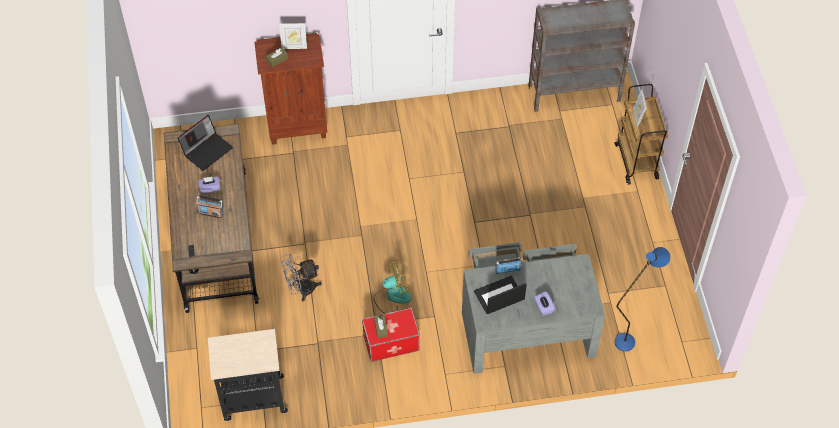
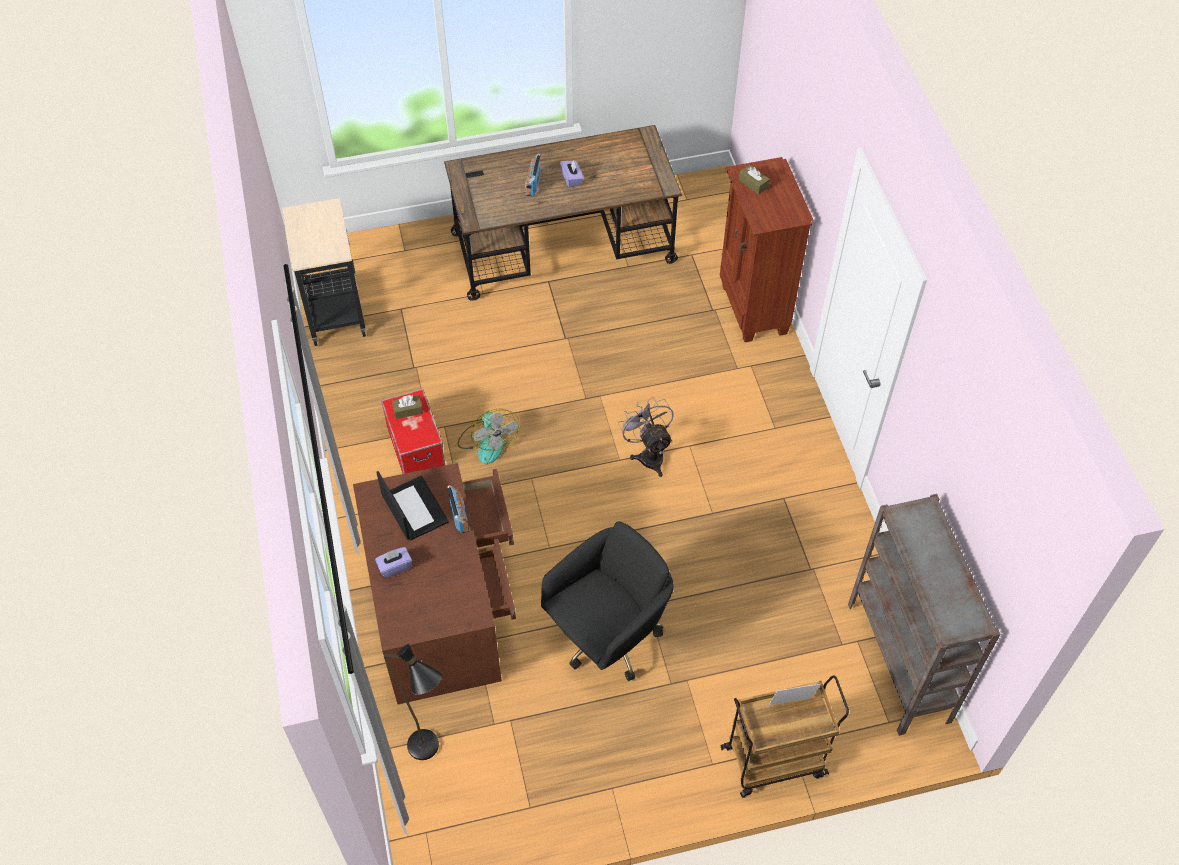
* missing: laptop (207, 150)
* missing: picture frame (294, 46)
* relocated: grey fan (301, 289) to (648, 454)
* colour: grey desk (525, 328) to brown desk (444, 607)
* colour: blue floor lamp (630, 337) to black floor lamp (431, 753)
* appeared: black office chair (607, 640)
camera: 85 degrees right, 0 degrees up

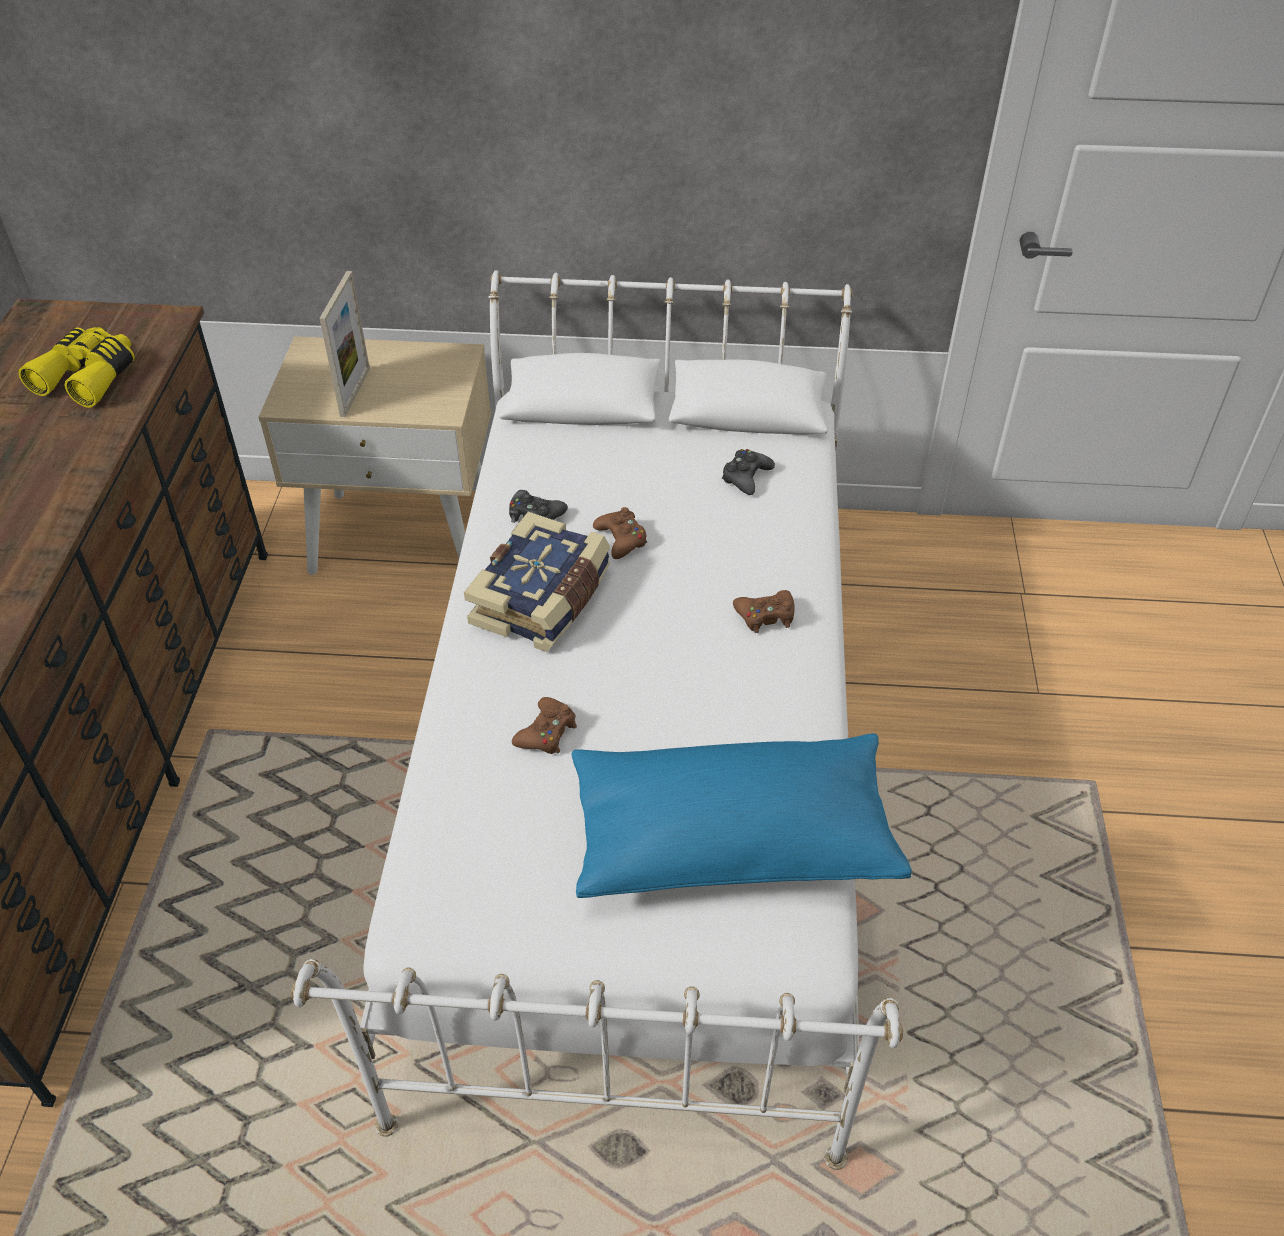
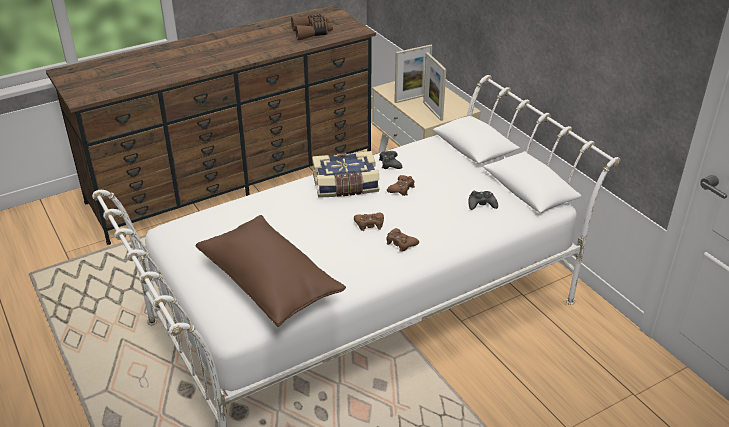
* colour: yellow binoculars (89, 377) to brown binoculars (312, 33)
* relocated: brown game controller (547, 733) to (369, 224)
* colour: blue pillow (732, 839) to brown pillow (270, 283)
* appeared: picture frame (432, 111)
camera: 55 degrees right, 10 degrees down

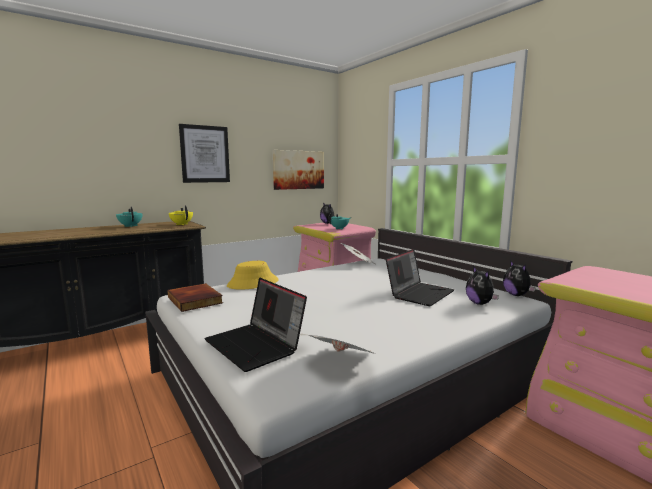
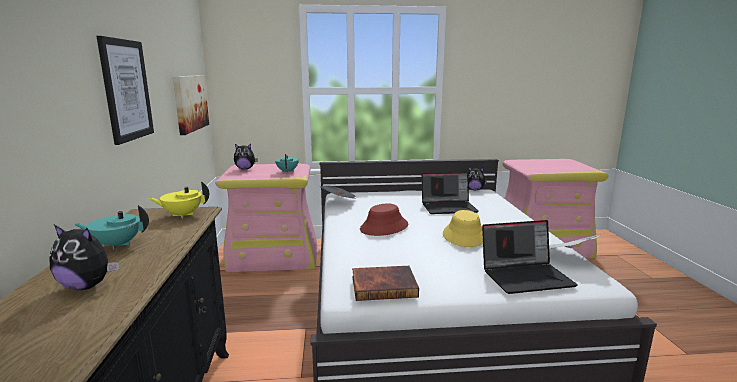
* relocated: yellow hat (253, 283) to (465, 236)
* spun: laptop (419, 293) = (449, 207) 105 degrees clockwise
* relocated: plush toy (480, 303) to (87, 286)
* appeared: red hat (384, 227)
camera: 60 degrees left, 5 degrees up

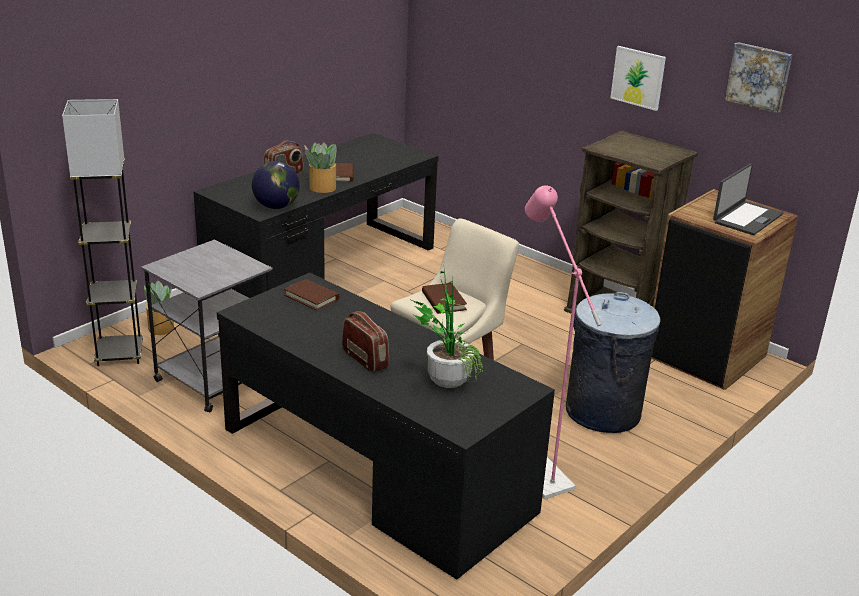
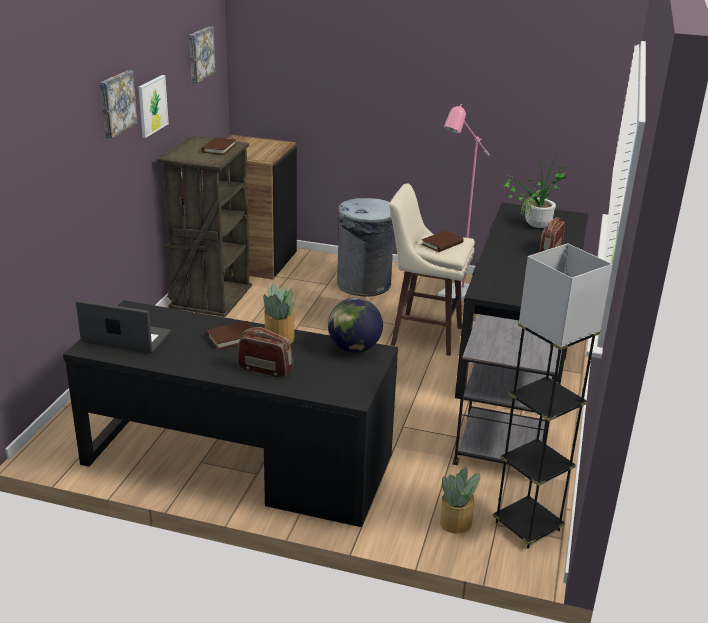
* relocated: brown book (311, 297) to (219, 148)
* relocated: laptop (746, 218) to (126, 338)
* appeared: picture (116, 103)
camera: 115 degrees left, 0 degrees up

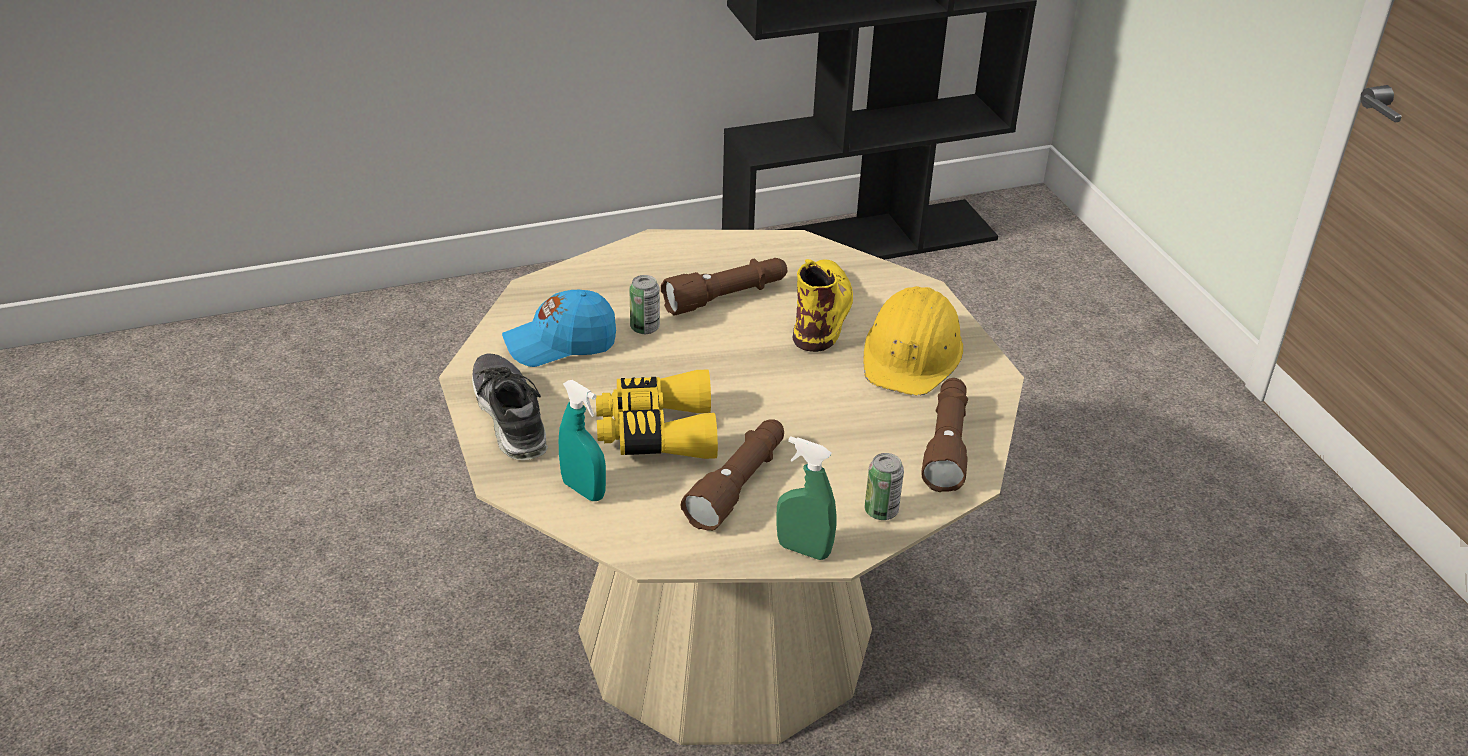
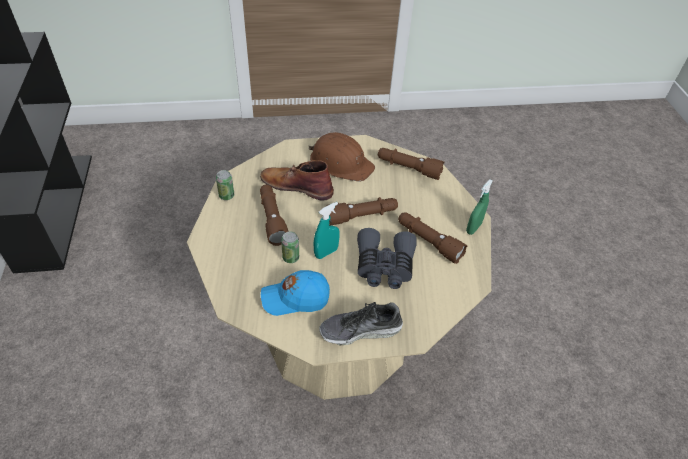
* spun: blue cap (560, 344) = (295, 298) 90 degrees clockwise
* relocated: turquoise spray bottle (583, 490) to (326, 252)
* colour: yellow binoculars (656, 432) to grey binoculars (384, 266)
* colour: yellow boot (821, 310) to brown boot (296, 185)
* colour: yellow hard hat (912, 354) to brown hard hat (340, 163)
* relocated: can (881, 511) to (226, 196)
* appeared: brown flashlight (361, 216)
camera: 80 degrees left, 10 degrees up

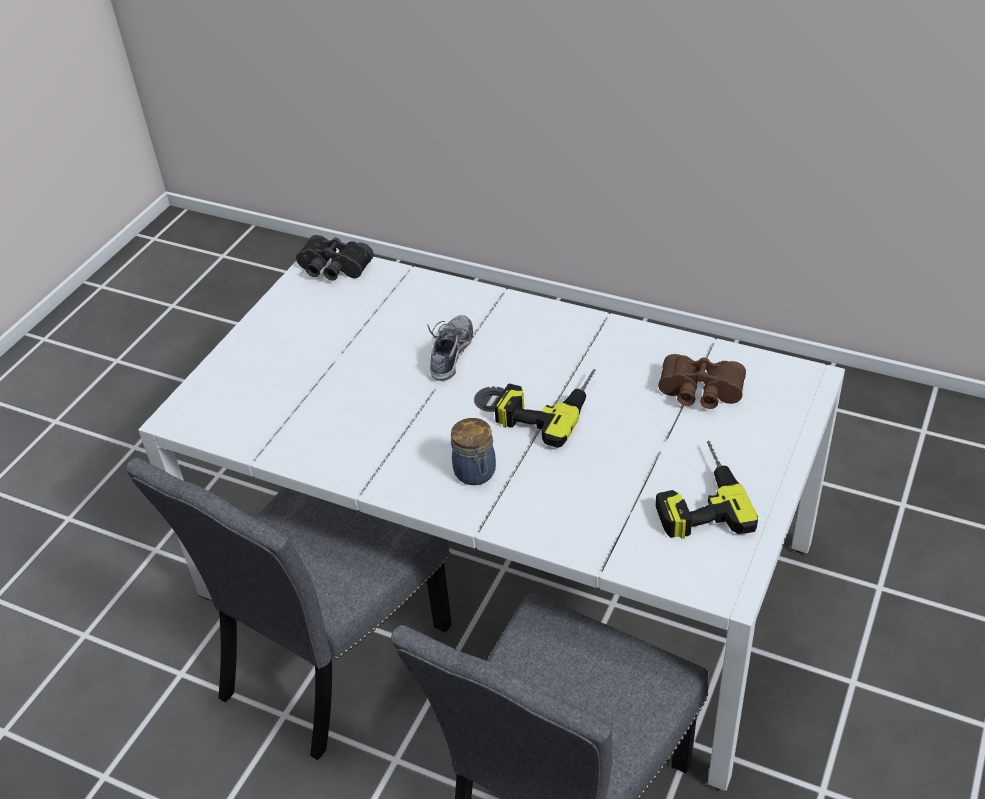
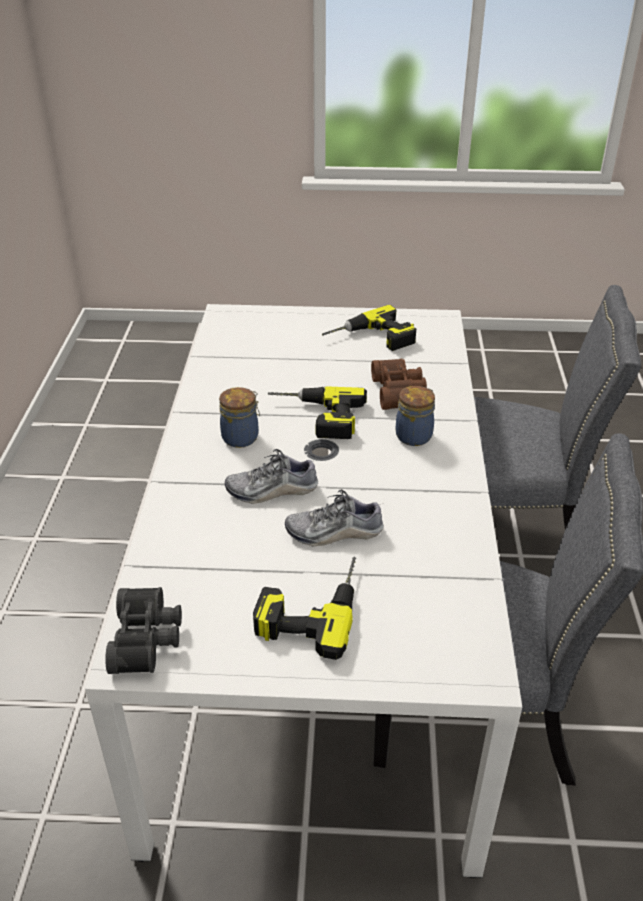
* relocated: brown binoculars (700, 393) to (399, 392)
* appeared: jar (241, 437)
* appeared: power drill (310, 606)
* appeared: shoe (334, 532)
camera: 115 degrees left, 5 degrees down

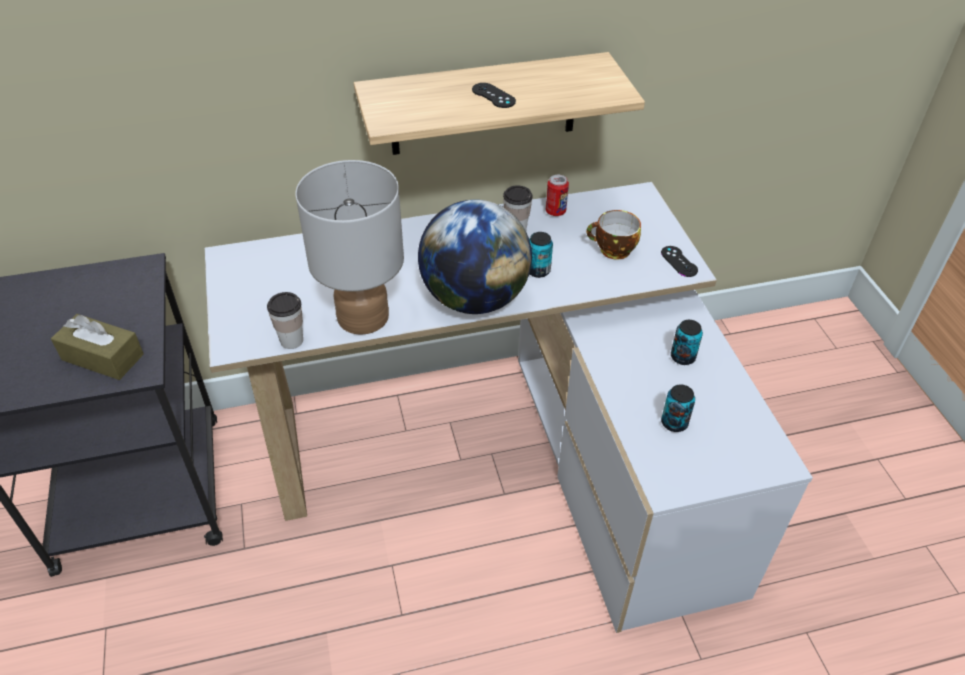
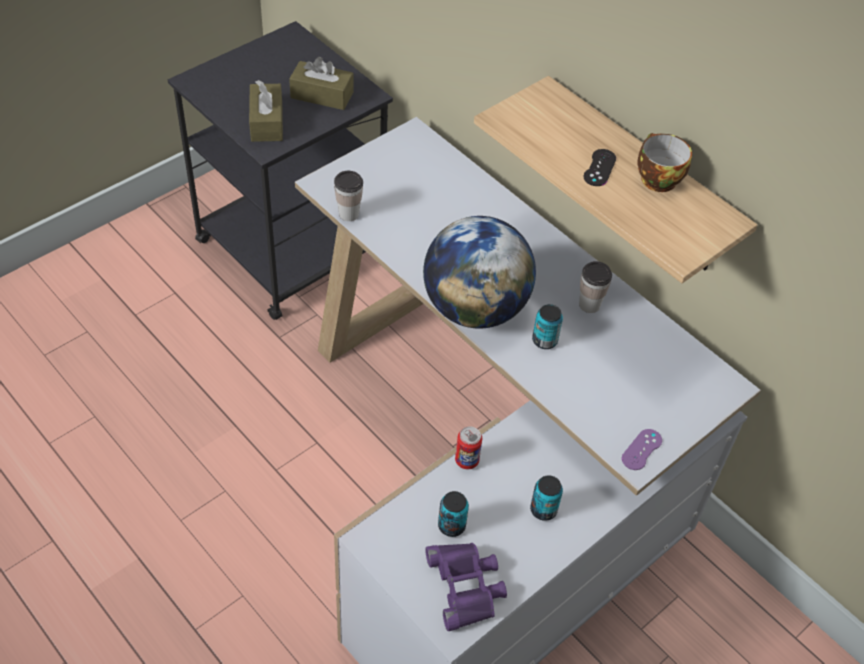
* missing: grey table lamp (364, 316)
* relocated: can (555, 211) to (466, 460)
* relocated: cup (612, 250) to (656, 178)
* colour: black game controller (679, 261) to purple game controller (642, 449)
* appeared: brown tissue box (322, 95)
* appeared: purple binoculars (466, 586)
camera: 60 degrees right, 5 degrees up

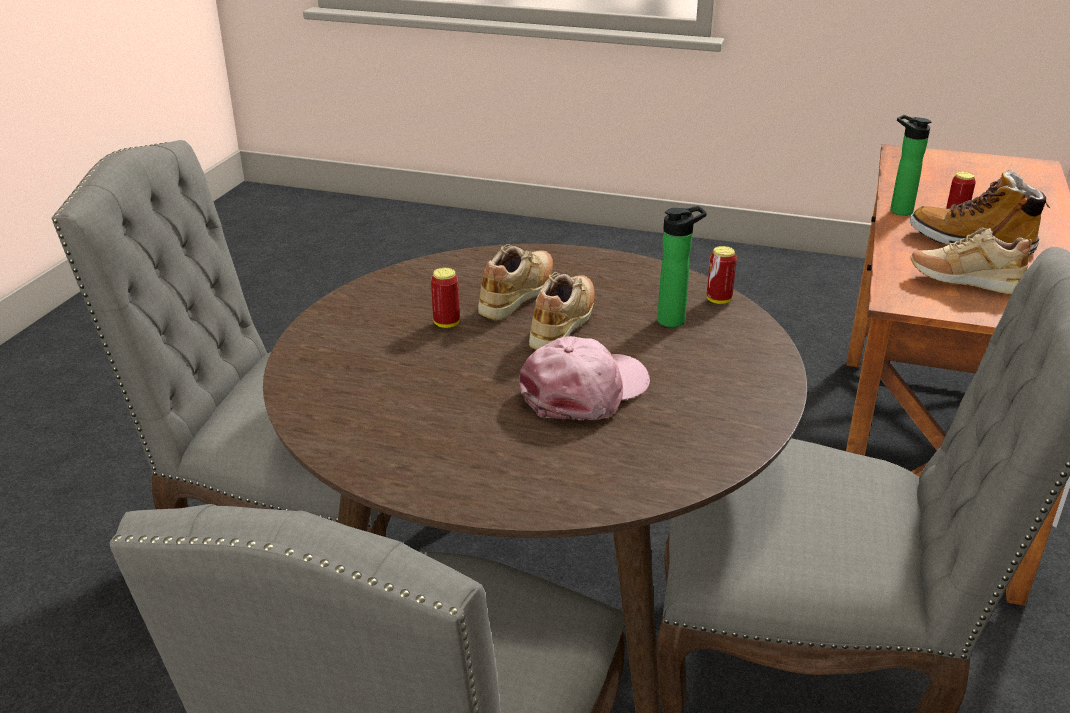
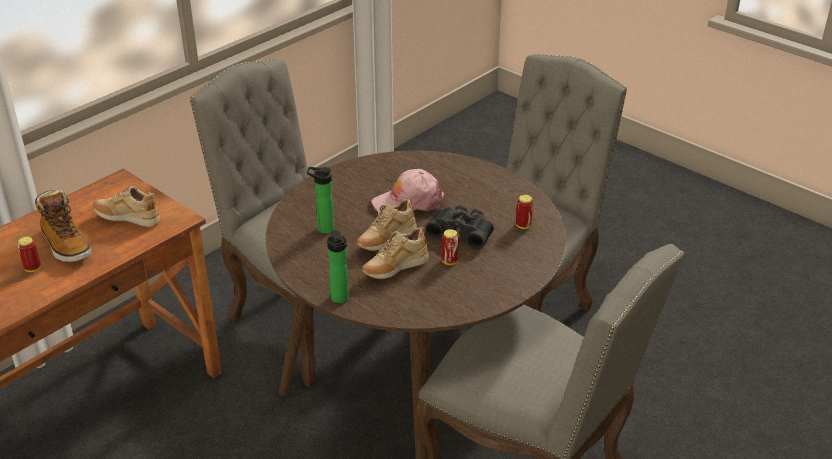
* relocated: can (718, 300) to (523, 226)
* relocated: bottle (897, 210) to (340, 299)
* spun: beige shoe (963, 283) = (128, 219) 150 degrees clockwise
* appeared: black binoculars (461, 232)
camera: 155 degrees left, 5 degrees up

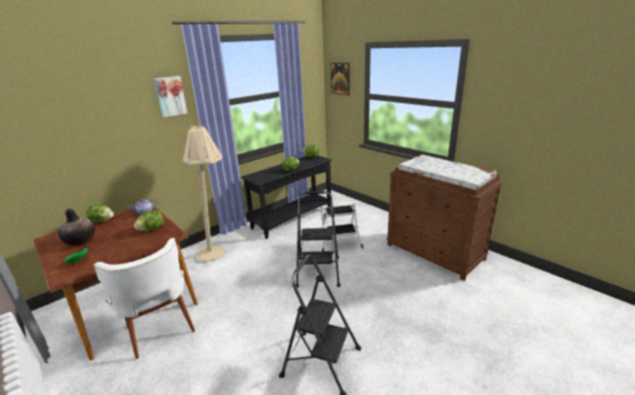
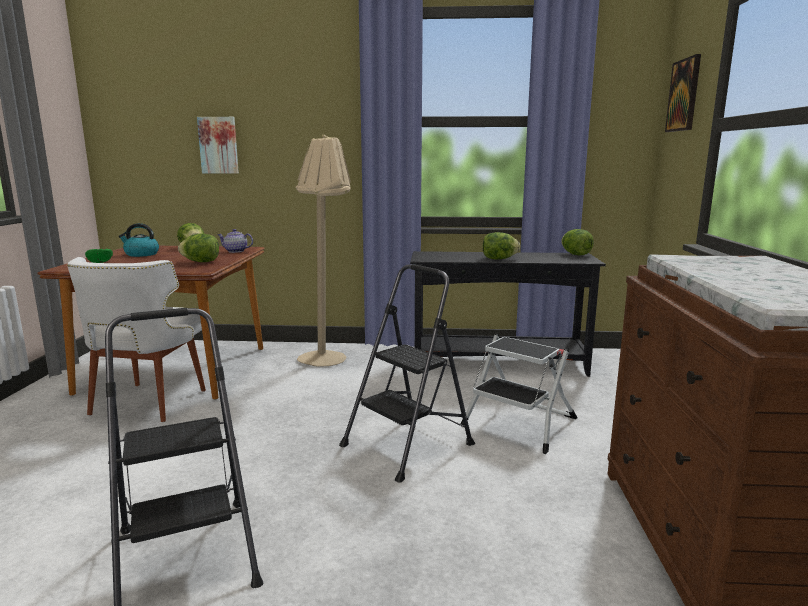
* exchanged: vase (81, 241) to kettle (141, 254)
* relocated: picture (170, 96) to (219, 145)
camera: 45 degrees right, 10 degrees down

